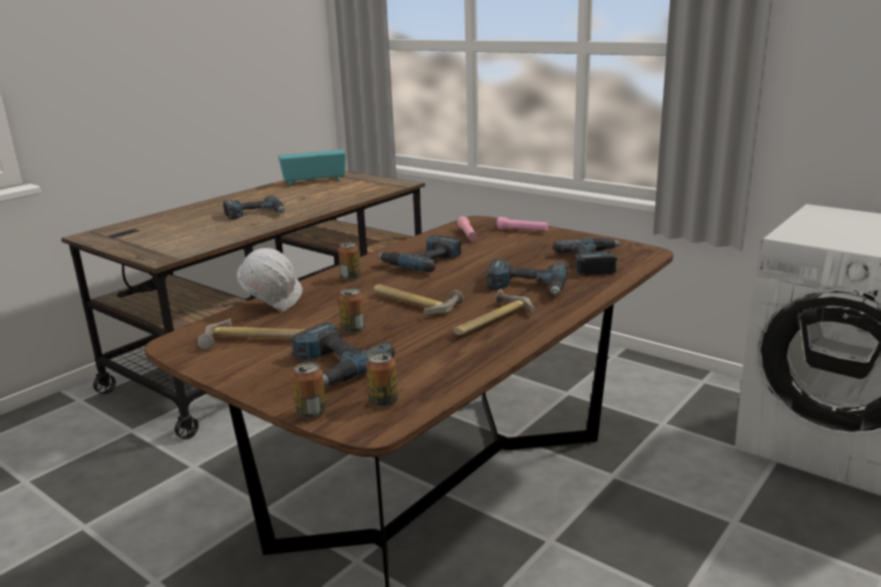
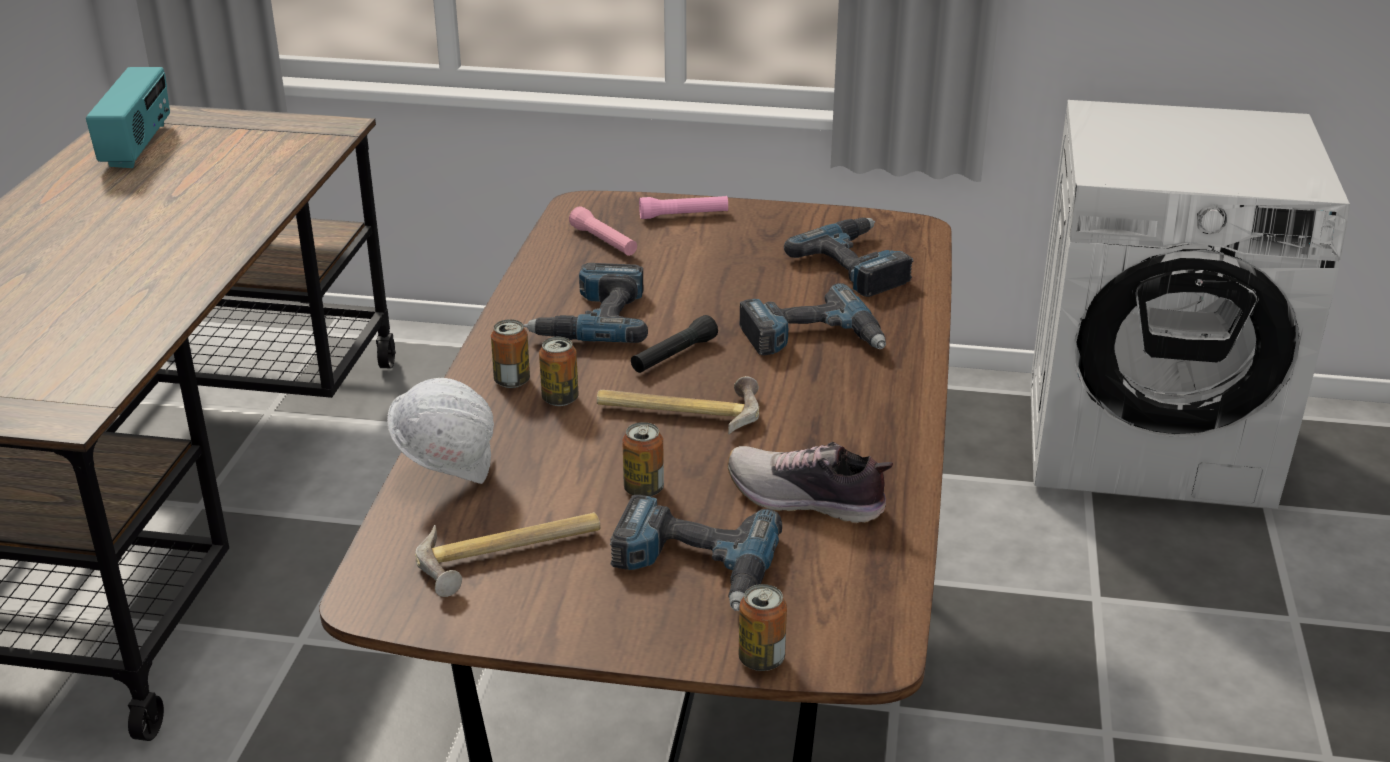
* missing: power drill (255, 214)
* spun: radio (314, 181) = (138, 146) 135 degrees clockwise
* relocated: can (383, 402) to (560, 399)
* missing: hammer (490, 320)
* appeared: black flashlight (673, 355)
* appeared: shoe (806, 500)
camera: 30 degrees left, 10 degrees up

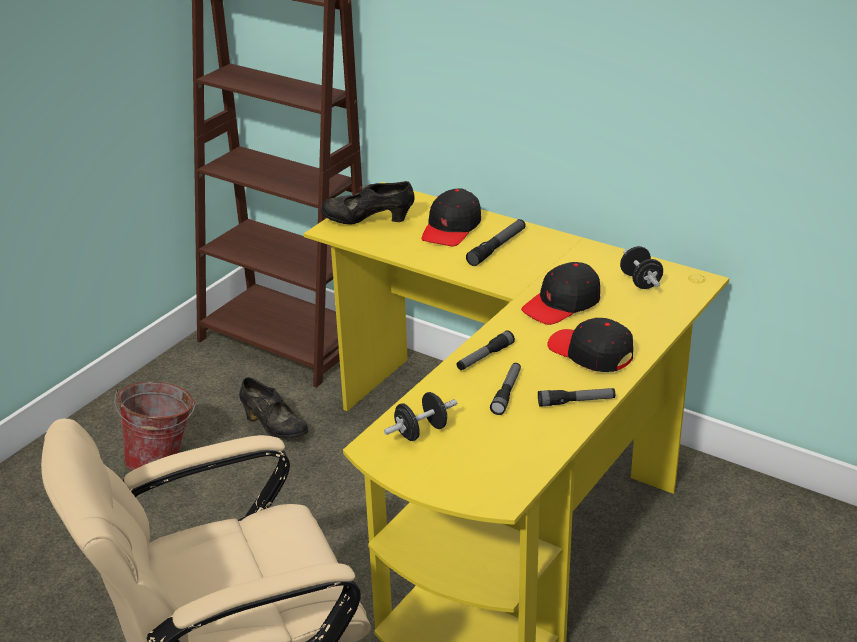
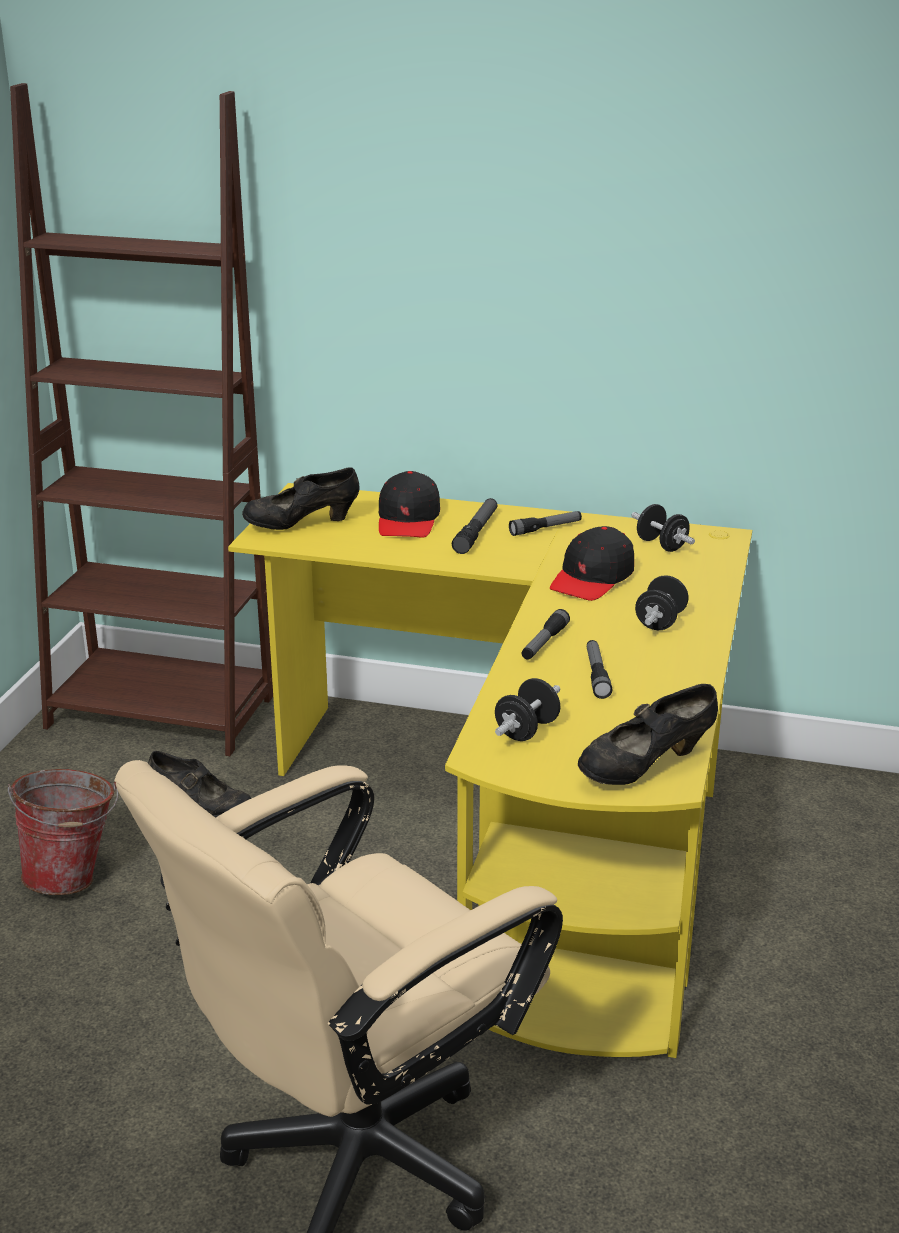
* relocated: flashlight (576, 402) to (545, 529)
* exchanged: black cap (590, 353) to black dumbbell (660, 621)
* appeared: black shoe (645, 768)
camera: 20 degrees left, 5 degrees down

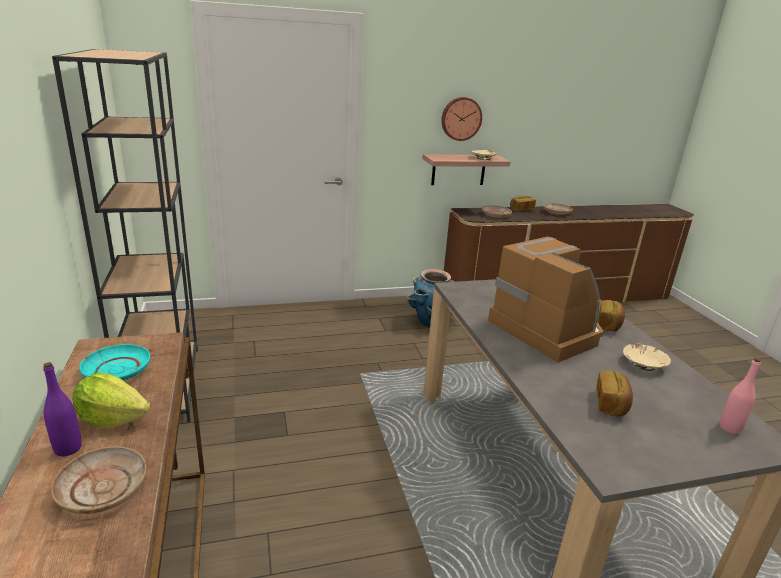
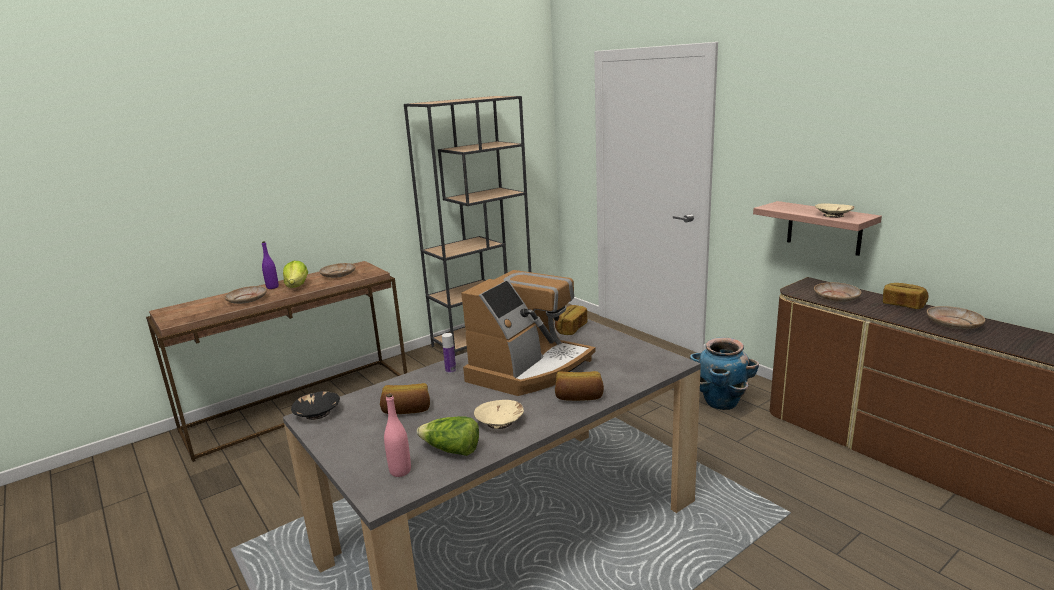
* colour: turquoise plate (117, 371) to beige plate (338, 275)
* missing: wall clock (460, 118)
* appeared: black bowl (318, 412)
* appeared: lettuce (451, 450)
* appeared: bottle (450, 370)
* appeared: bread (570, 329)
camera: 70 degrees right, 5 degrees down

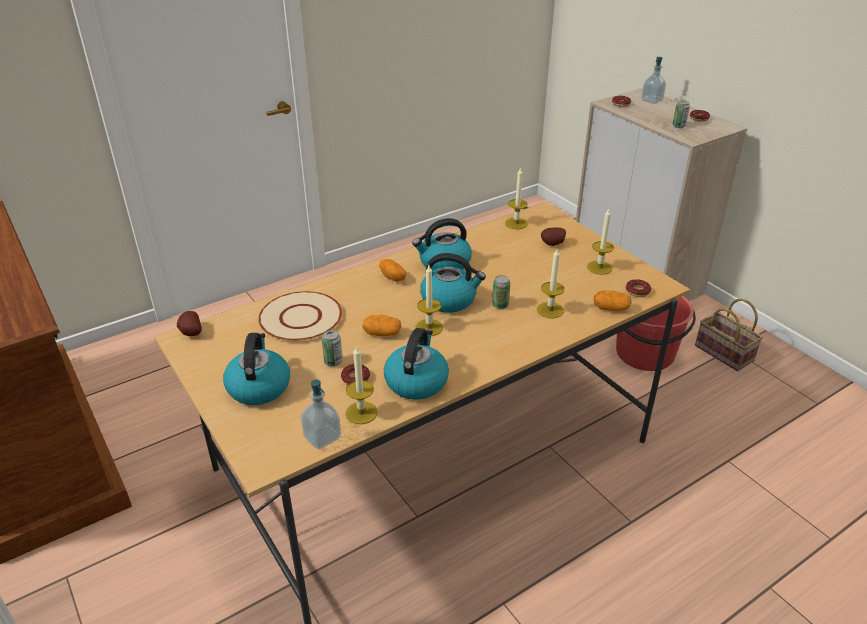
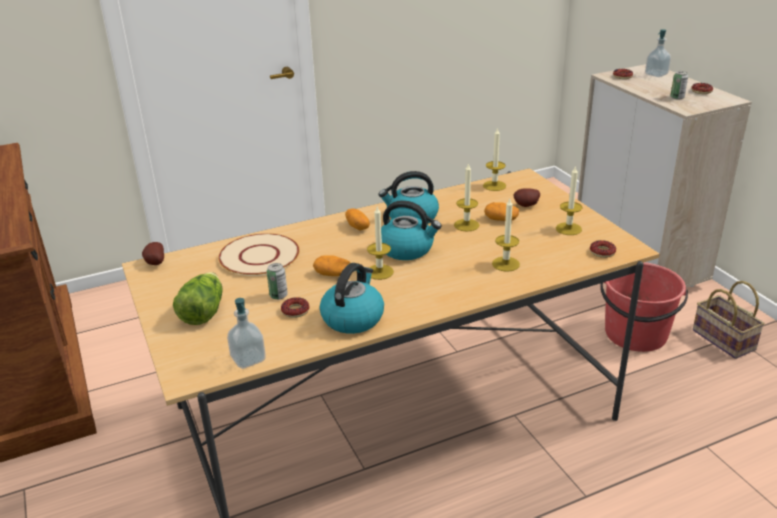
* exchanged: kettle (258, 386) to lettuce (202, 312)
* relocated: candle (361, 413) to (466, 225)
* missing: can (500, 305)
* relocated: potato (610, 308) to (501, 219)
camera: 10 degrees right, 5 degrees down

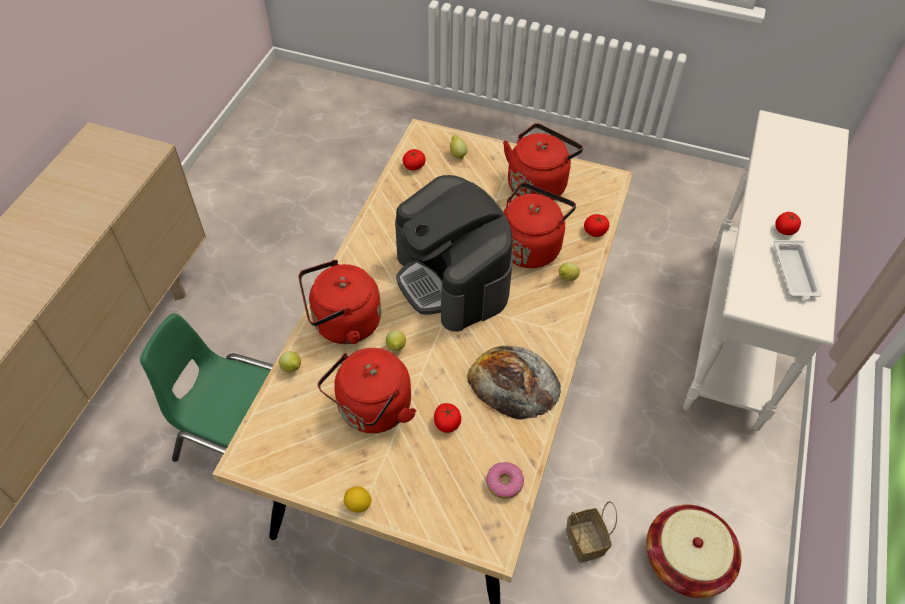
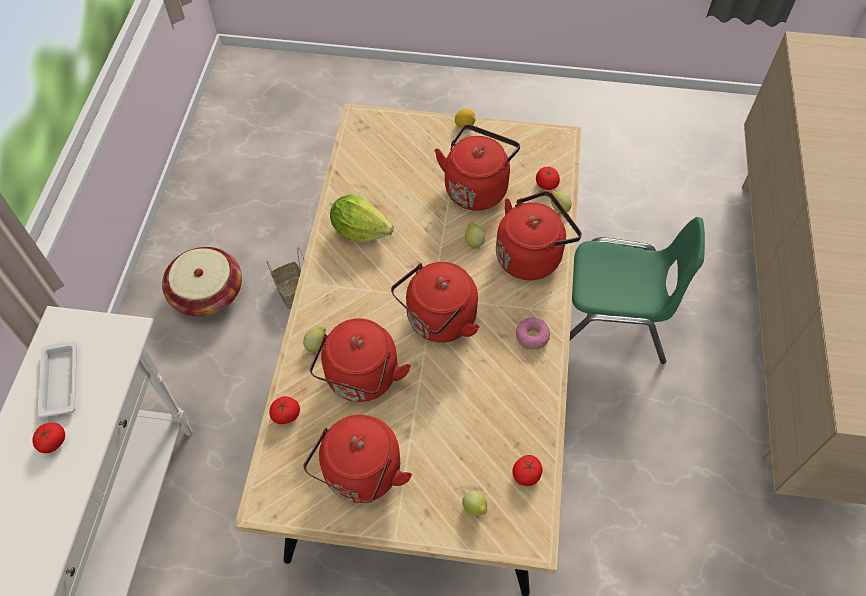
* exchanged: coffee machine (452, 279) to red kettle (438, 321)
* relocated: tomato (447, 422) to (546, 184)
* exchanged: bread (514, 382) to lettuce (360, 230)
* relocated: donut (504, 483) to (532, 336)
camera: 170 degrees right, 5 degrees up

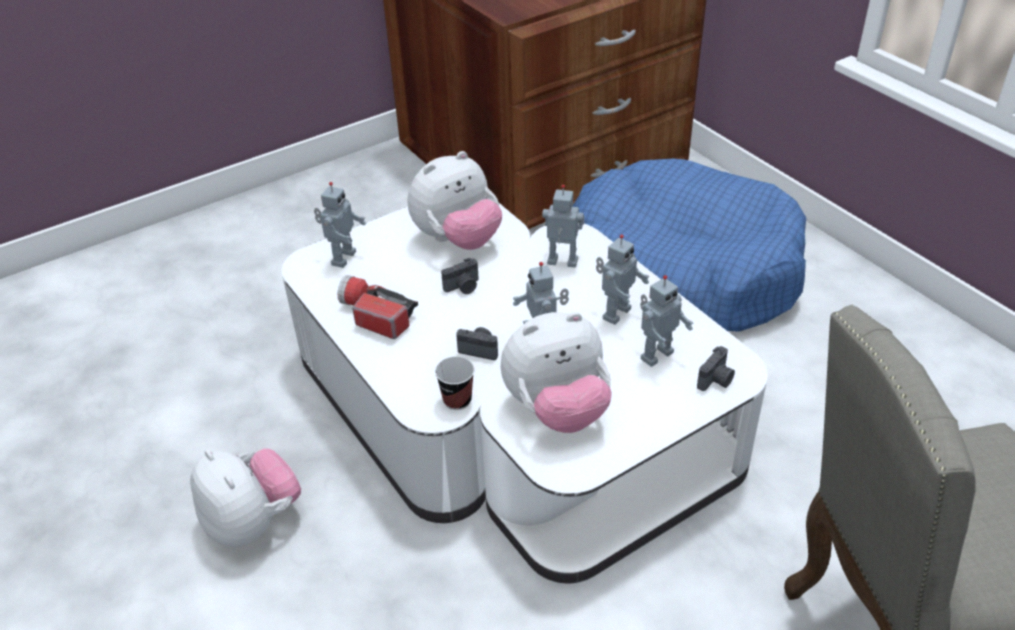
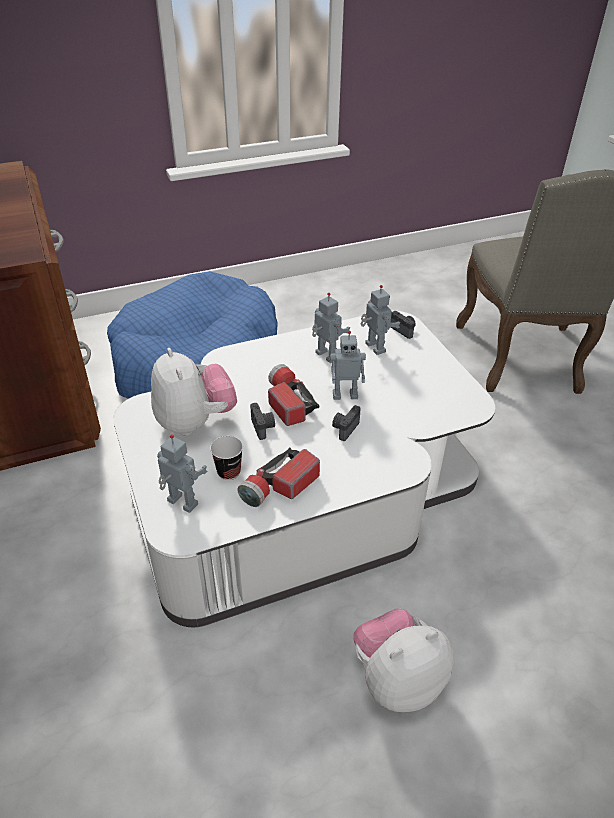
* relocated: cup (457, 400) to (229, 472)
* missing: plush toy (557, 410)
* missing: toy robot (562, 263)
* appeared: flashlight (288, 402)
camera: 80 degrees left, 0 degrees up

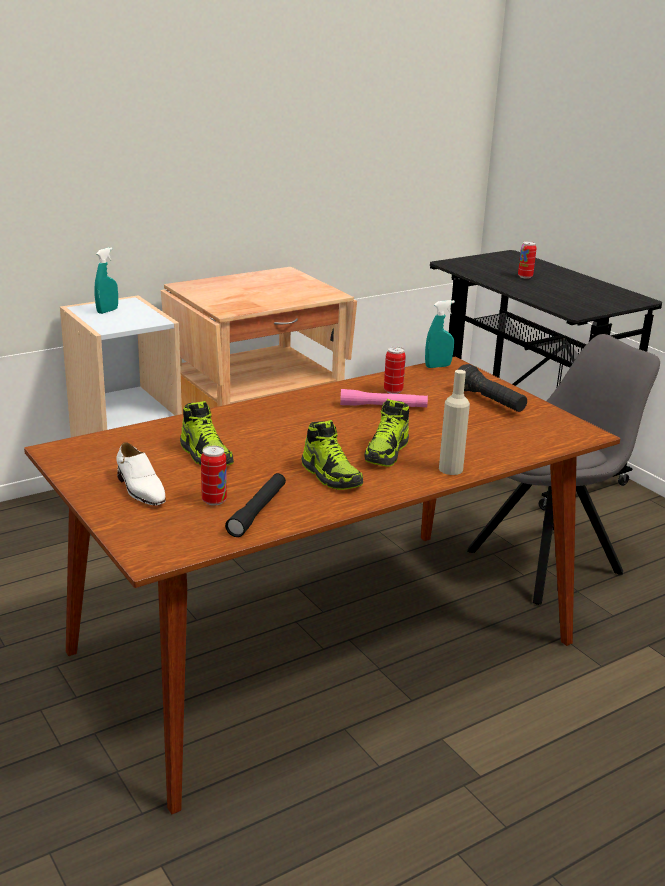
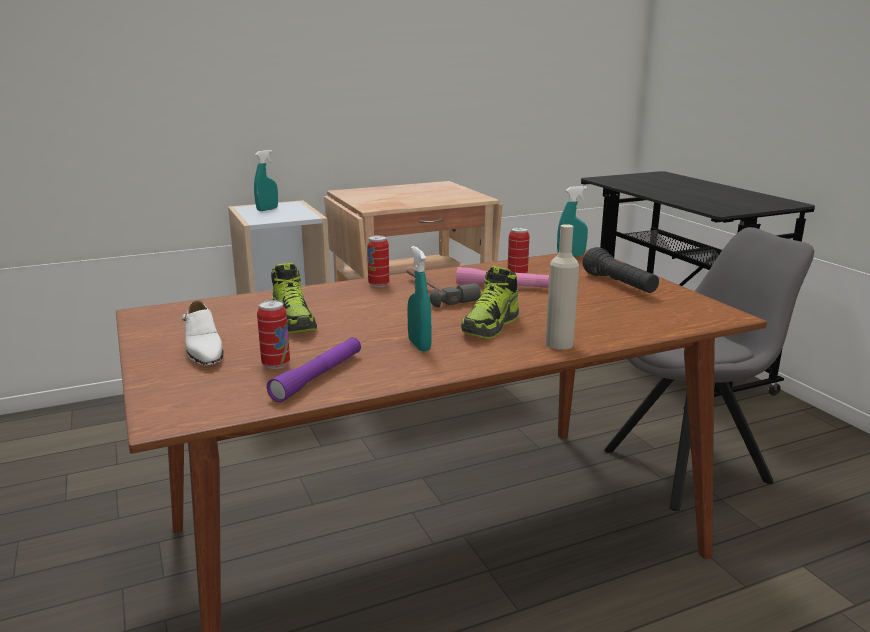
* colour: black flashlight (257, 511) to purple flashlight (318, 376)
* exchanged: shoe (331, 476) to turquoise spray bottle (419, 345)
* relocated: can (525, 276) to (378, 284)
* appeared: hammer (434, 291)
camera: 10 degrees right, 5 degrees down

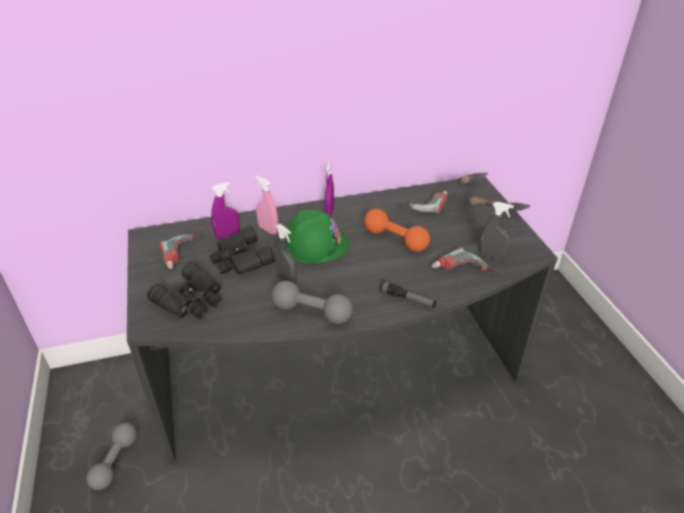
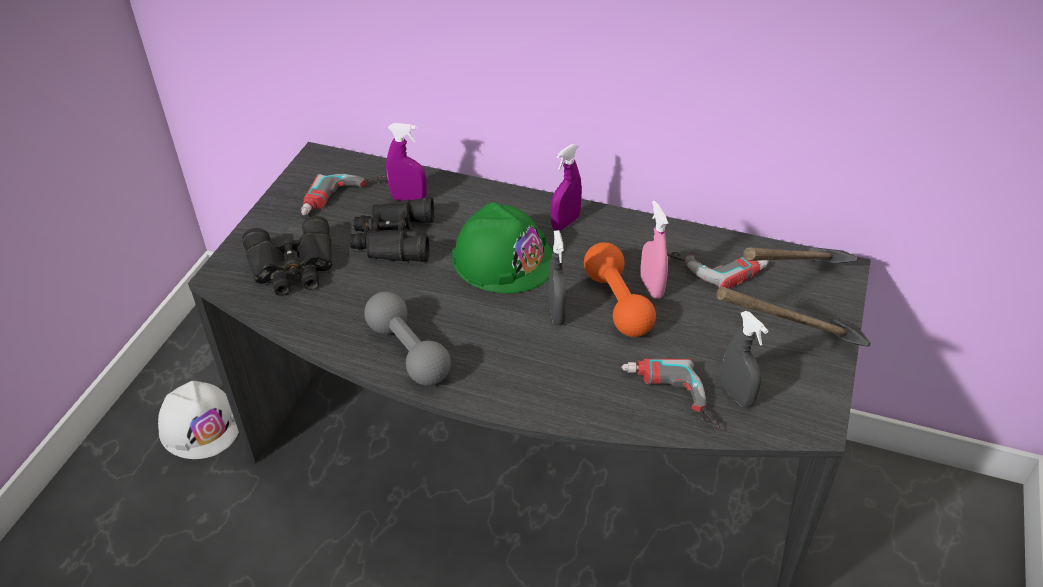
* exchanged: grey dumbbell (115, 461) to white hard hat (200, 425)
* relocated: pink spray bottle (268, 230) to (651, 287)
* relocated: grey spray bottle (286, 279) to (556, 313)
* missing: flashlight (407, 299)
camera: 35 degrees right, 5 degrees up

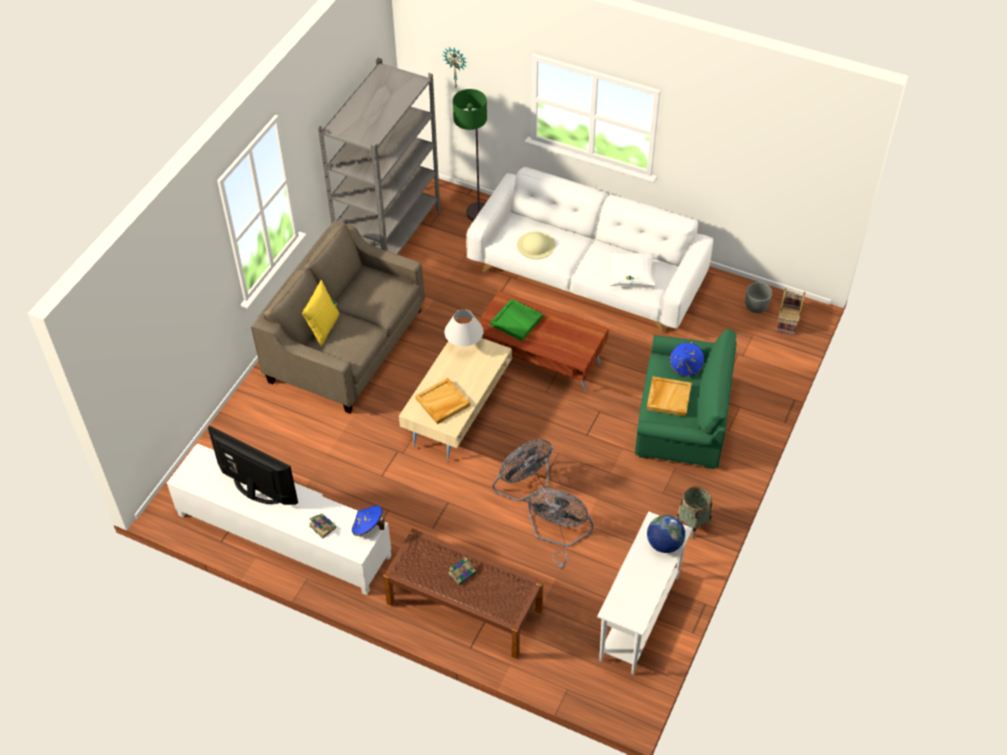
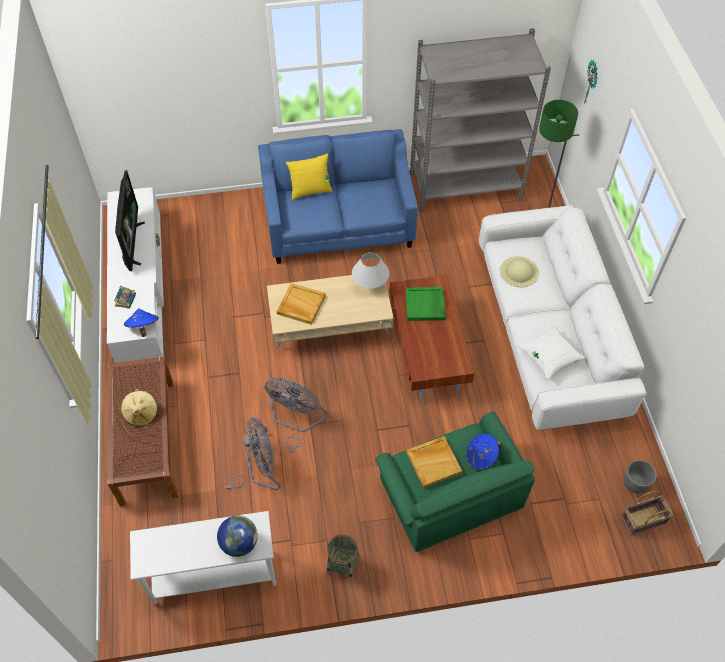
* colour: beige sofa (347, 345) to blue sofa (339, 224)
* exchanged: book (462, 573) to beige hat (141, 414)
camera: 55 degrees right, 5 degrees up

